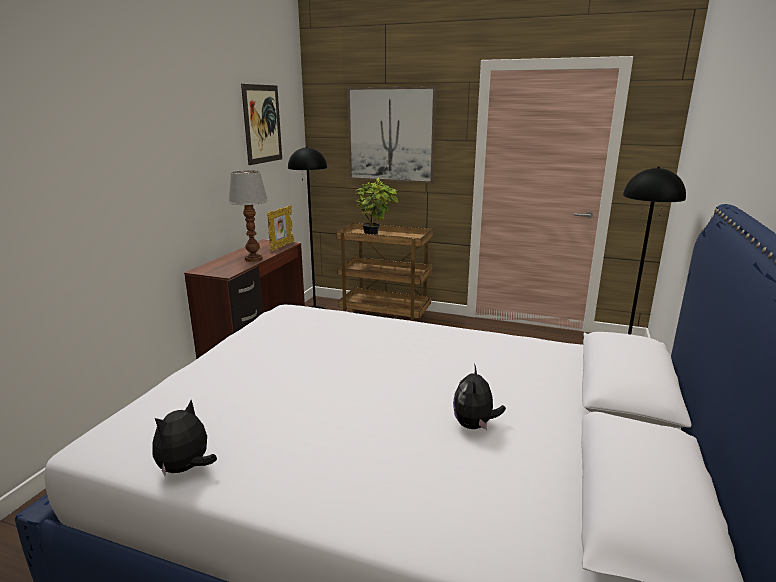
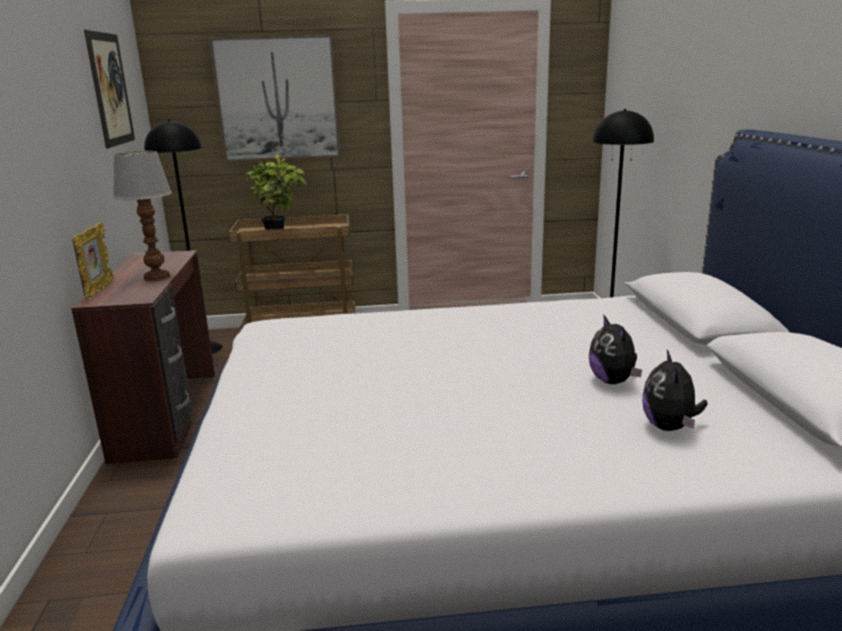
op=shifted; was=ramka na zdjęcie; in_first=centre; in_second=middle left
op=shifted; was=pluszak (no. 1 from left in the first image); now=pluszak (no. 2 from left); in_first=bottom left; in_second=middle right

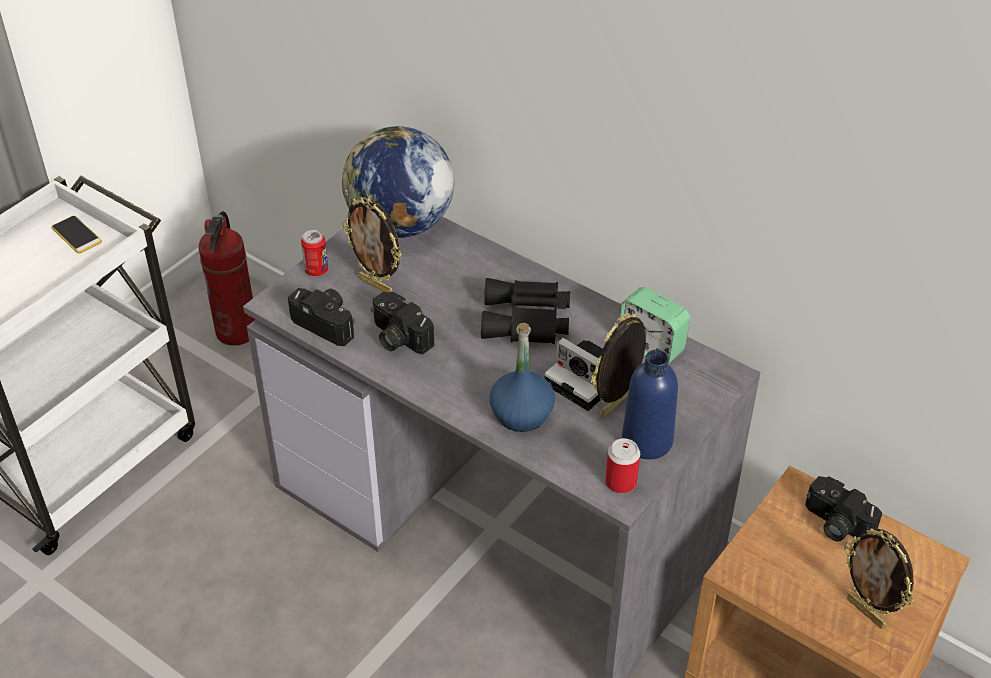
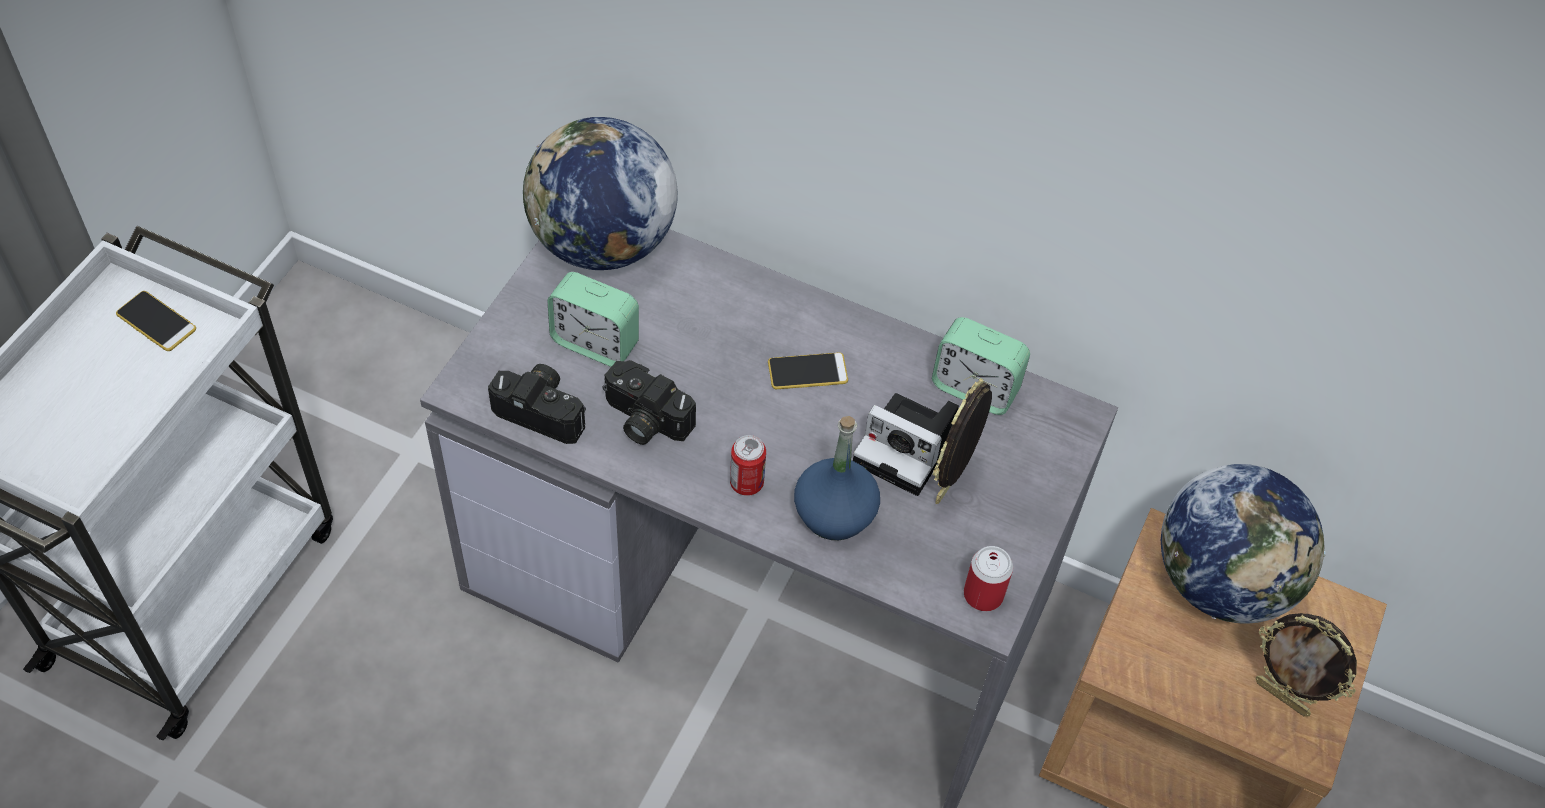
op=swapped; was=ramka na zdjęcie (no. 1 from left); now=budzik (no. 1 from left); in_first=centre; in_second=centre
op=gone; was=gaśnica; in_first=middle left
op=shifted; was=puszka (no. 1 from left); in_first=middle left; in_second=centre
op=swapped; was=lornetka (czarny); now=telefon (no. 2 from left); in_first=centre; in_second=centre
op=gone; was=butelka (niebieski) (no. 2 from left); in_first=centre
op=swapped; was=aparat fotograficzny (no. 4 from left); now=globus (no. 2 from left); in_first=bottom right; in_second=bottom right

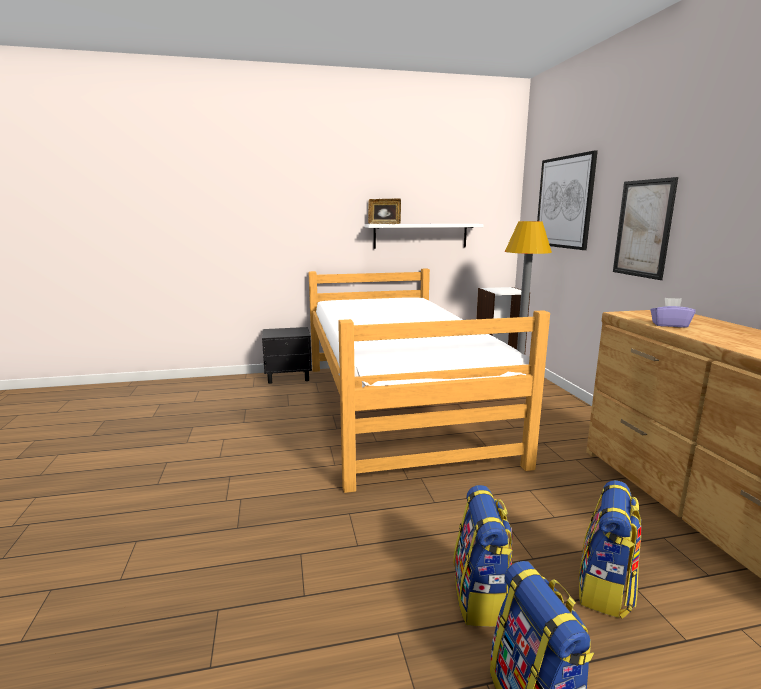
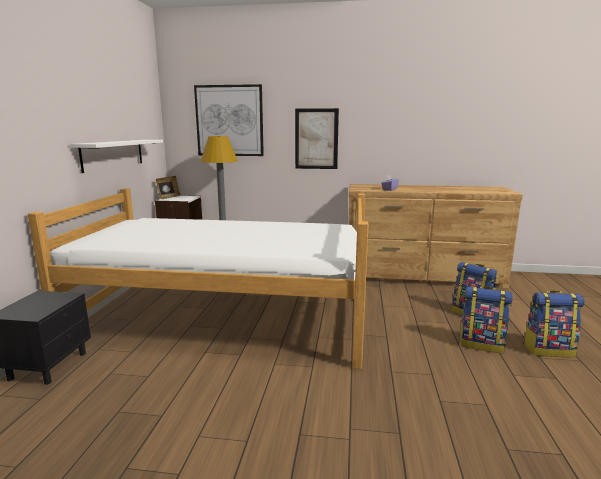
op=shifted; was=ramka na zdjęcie; in_first=top centre; in_second=middle left

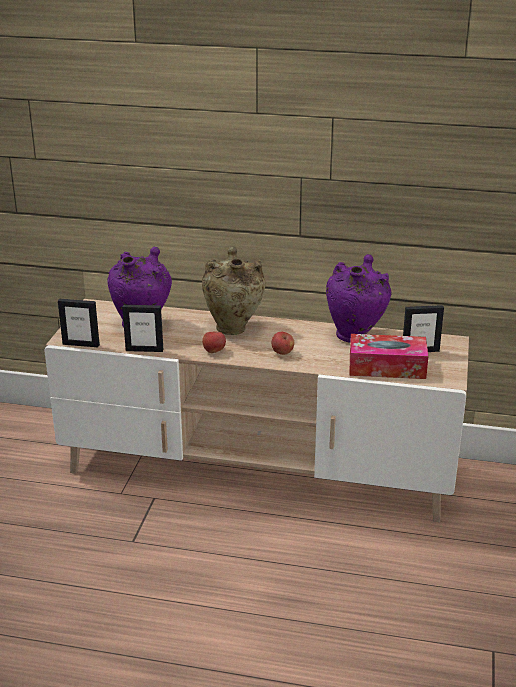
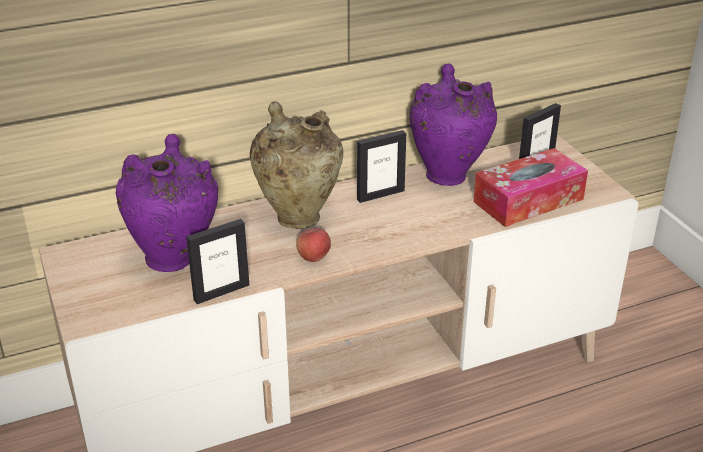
op=shifted; was=ramka na zdjęcie (no. 1 from left in the first image); now=ramka na zdjęcie (no. 2 from left); in_first=middle left; in_second=centre
op=gone; was=jabłko (no. 2 from left); in_first=centre

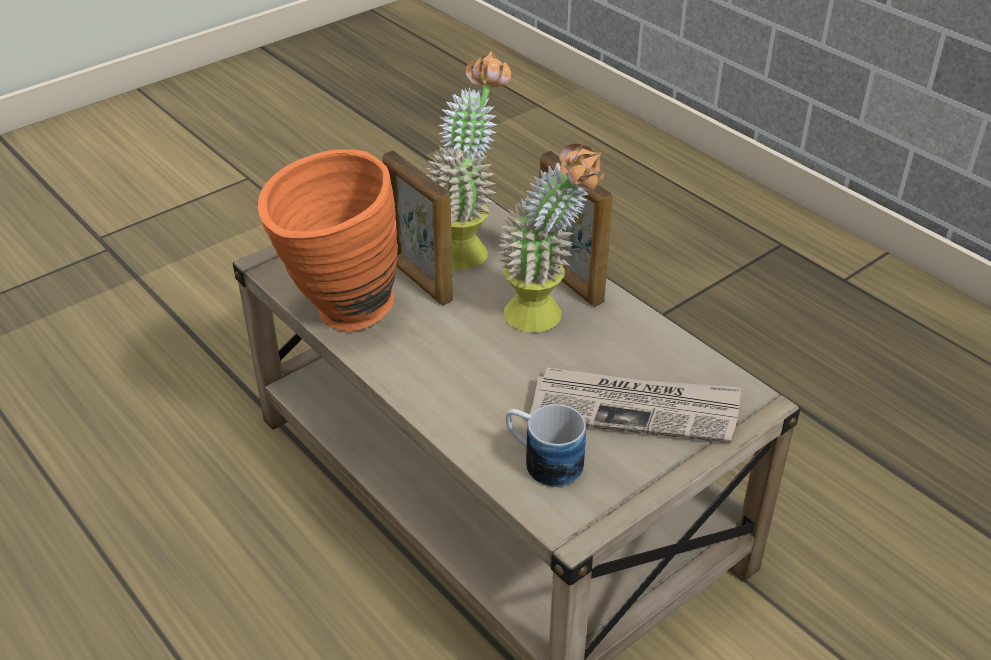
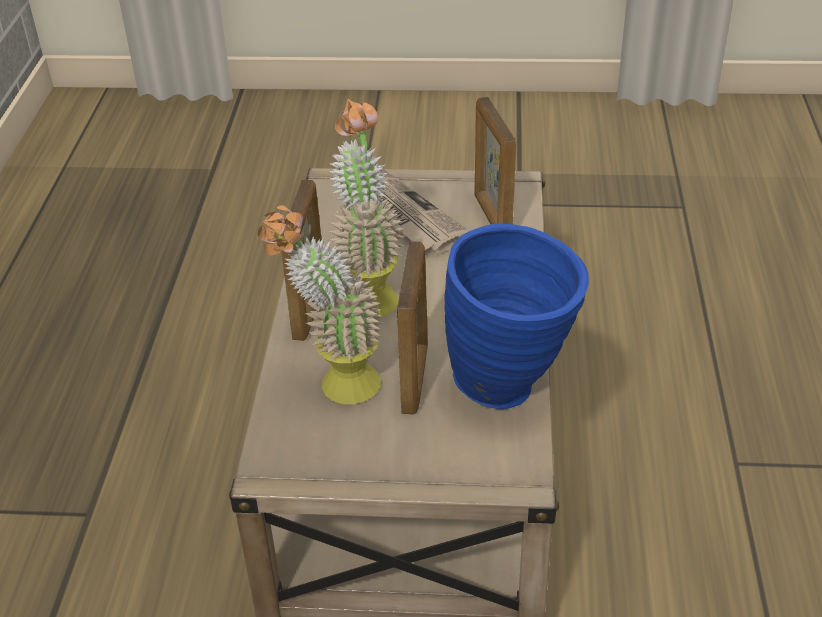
op=repainted; was=wazon (pomarańczowy); now=wazon (niebieski); in_first=middle left; in_second=centre
op=swapped; was=kubek; now=ramka na zdjęcie (no. 3 from left); in_first=bottom centre; in_second=top centre

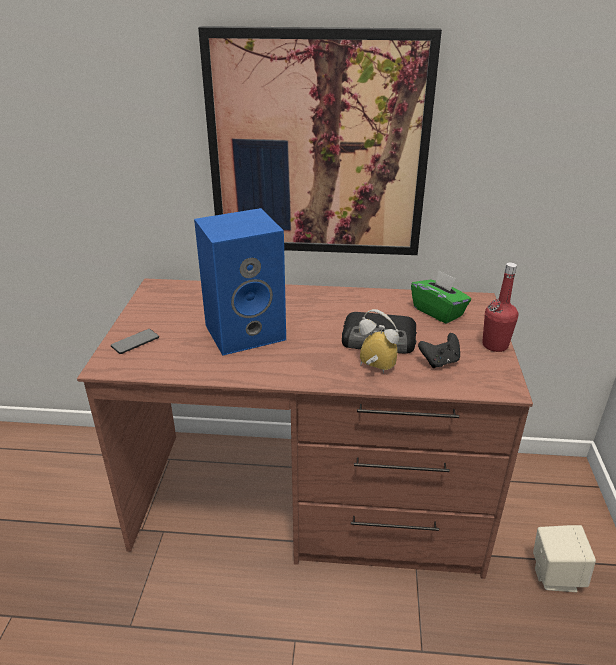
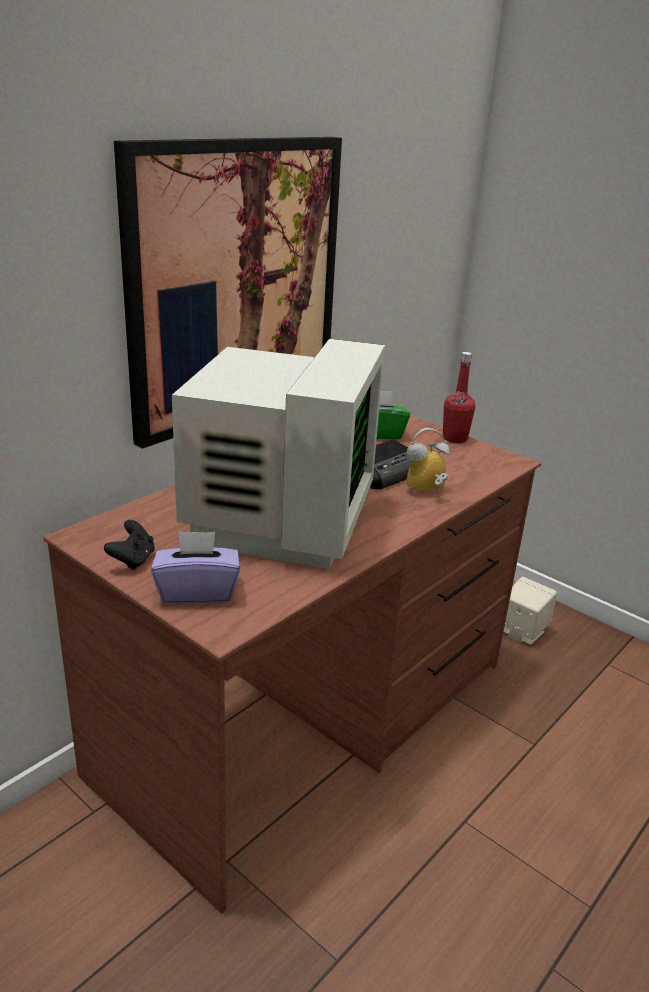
op=swapped; was=głośnik (niebieski); now=monitor; in_first=centre; in_second=centre
op=swapped; was=telefon; now=pudełko chusteczek (fioletowy); in_first=middle left; in_second=middle left
op=shifted; was=pad do gier (czarny); in_first=middle right; in_second=middle left

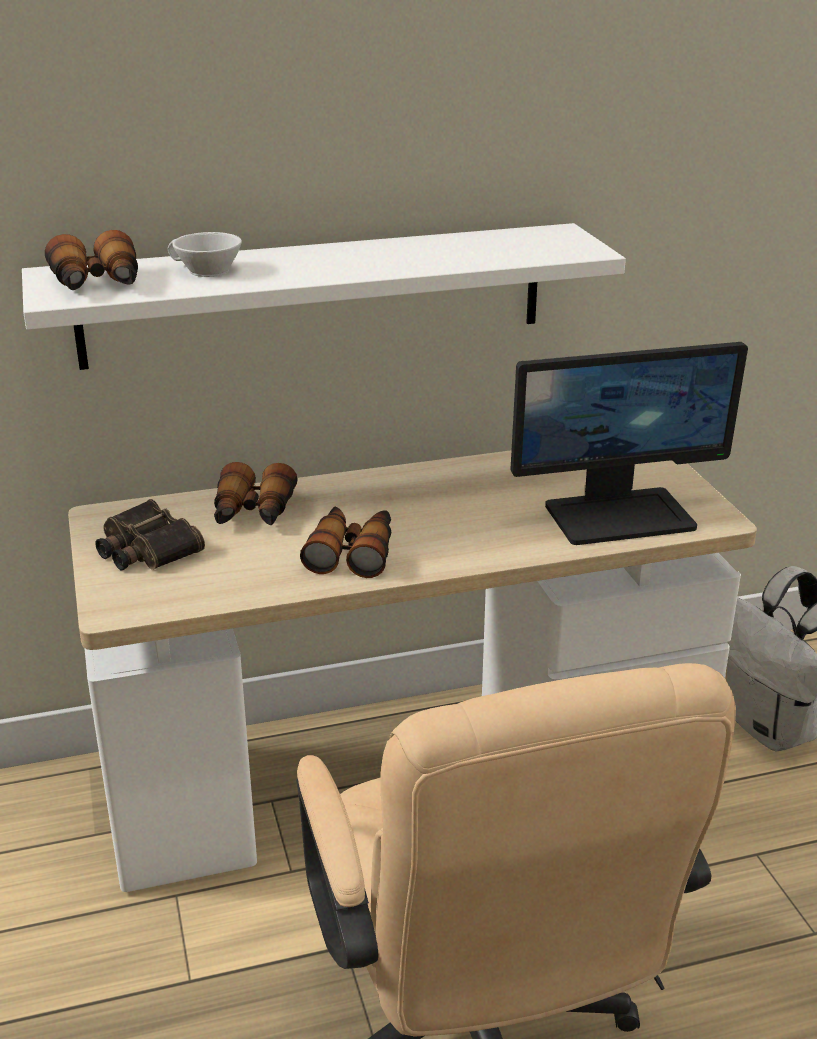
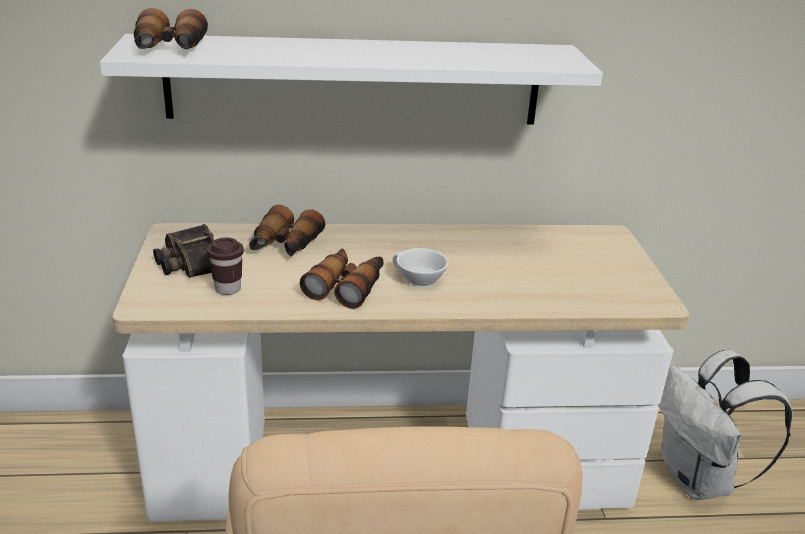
op=shifted; was=filiżanka (biały); in_first=top left; in_second=centre
op=gone; was=monitor; in_first=middle right
op=new; now=filiżanka (brązowy); in_second=middle left

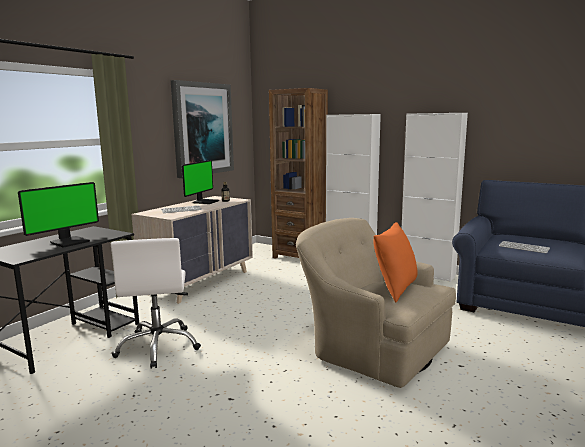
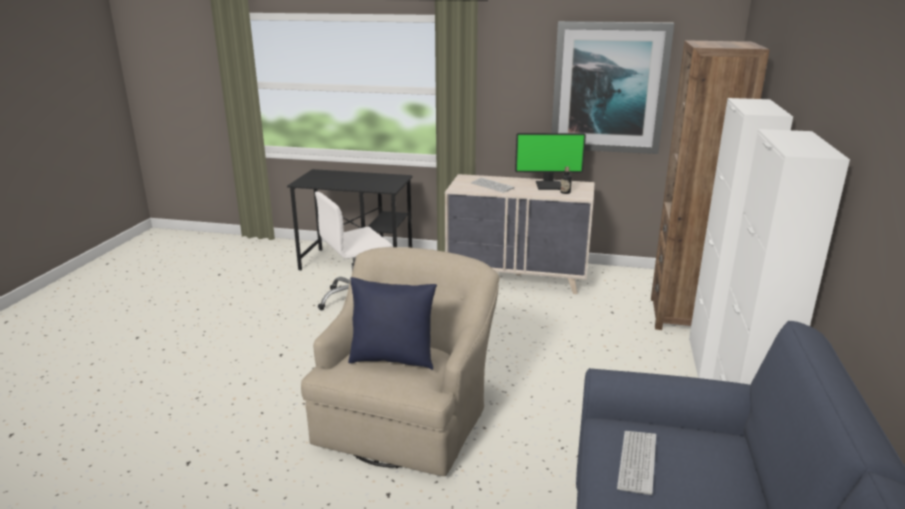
op=gone; was=monitor (no. 1 from left); in_first=middle left
op=repainted; was=poduszka (pomarańczowy); now=poduszka (niebieski); in_first=middle right; in_second=centre

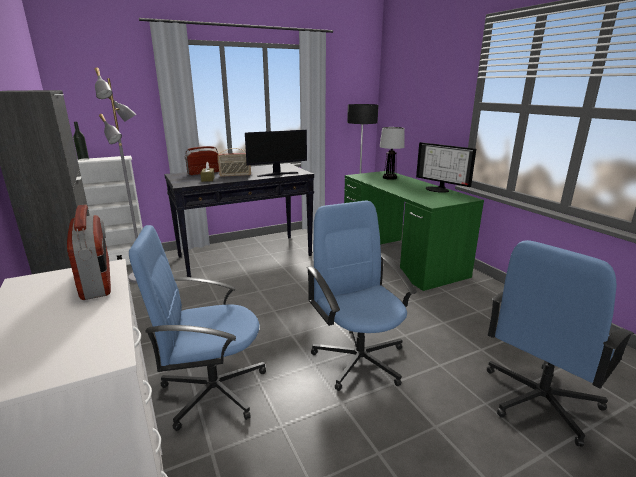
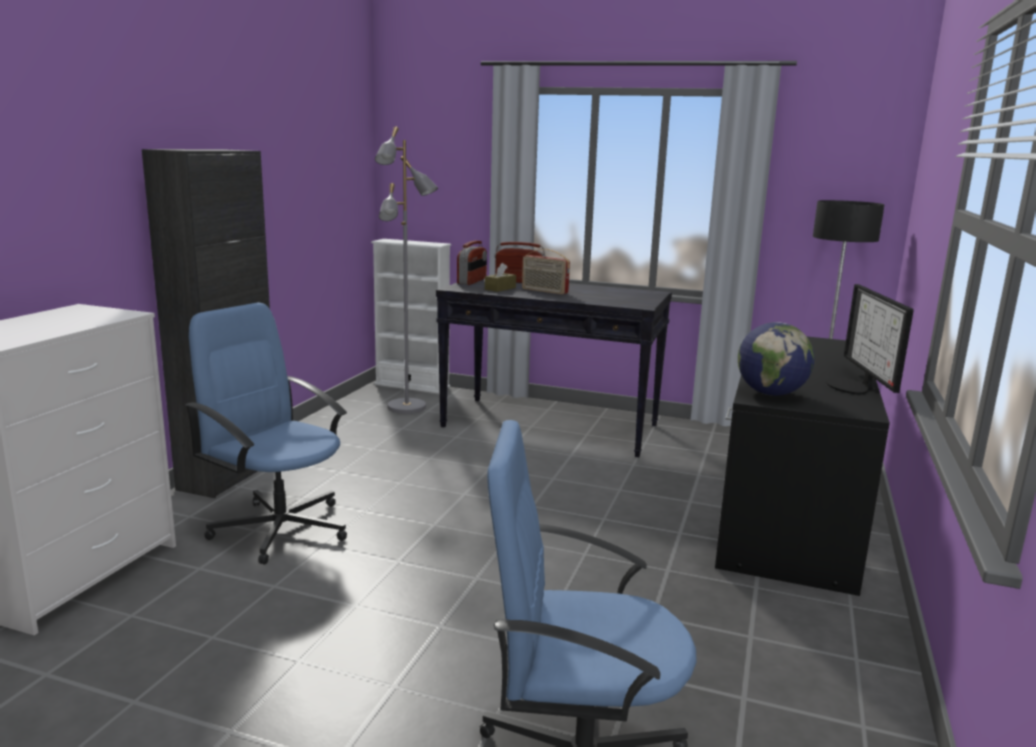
op=gone; was=butelka; in_first=top left
op=gone; was=lampa stołowa; in_first=top centre
op=gone; was=monitor (no. 1 from left); in_first=top centre
op=repainted; was=biurko (zielony); now=biurko (czarny); in_first=centre; in_second=middle right
op=gone; was=krzesło biurowe (niebieski) (no. 2 from left); in_first=centre
op=shifted; was=radio (no. 1 from left); in_first=middle left; in_second=centre
op=new; now=globus; in_second=middle right

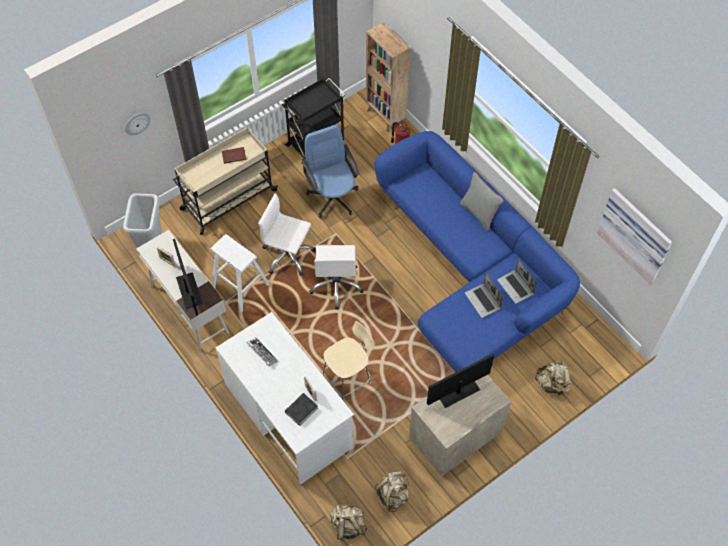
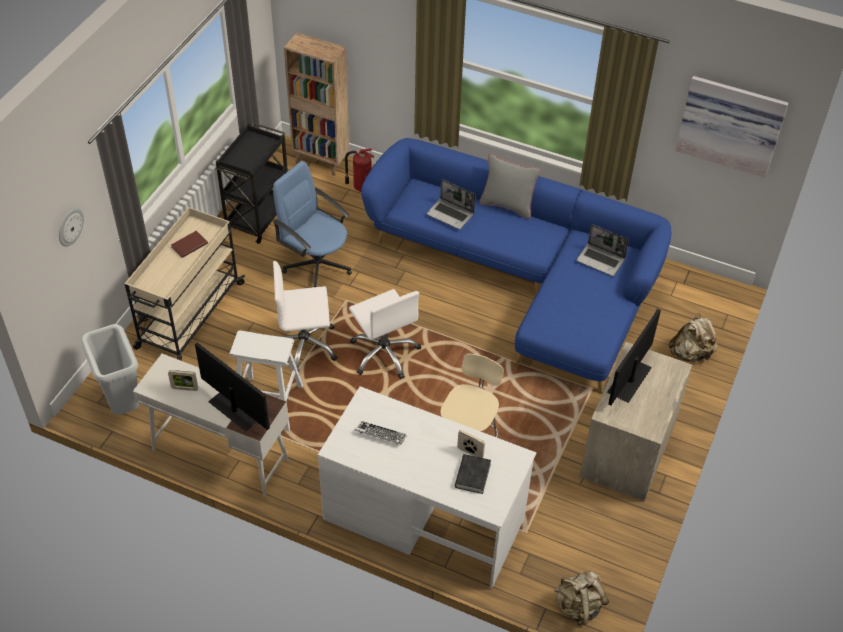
op=shifted; was=laptop (no. 1 from left); in_first=centre; in_second=top centre
op=gone; was=plecak (beżowy) (no. 2 from left); in_first=bottom centre

